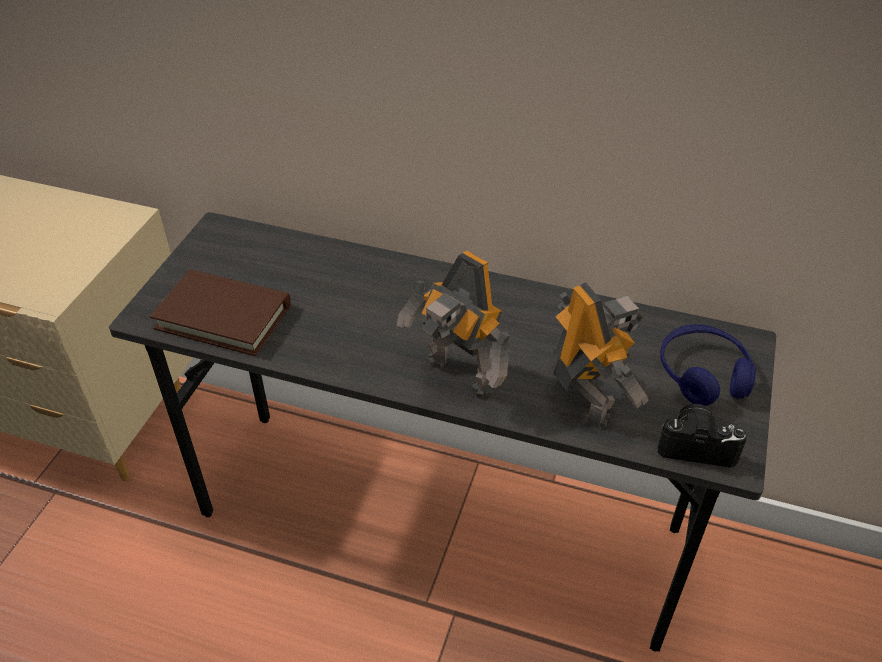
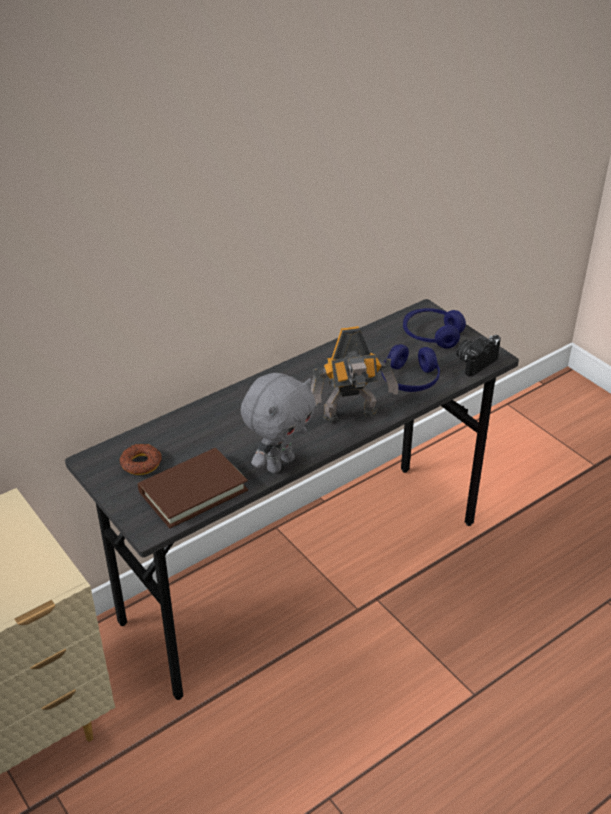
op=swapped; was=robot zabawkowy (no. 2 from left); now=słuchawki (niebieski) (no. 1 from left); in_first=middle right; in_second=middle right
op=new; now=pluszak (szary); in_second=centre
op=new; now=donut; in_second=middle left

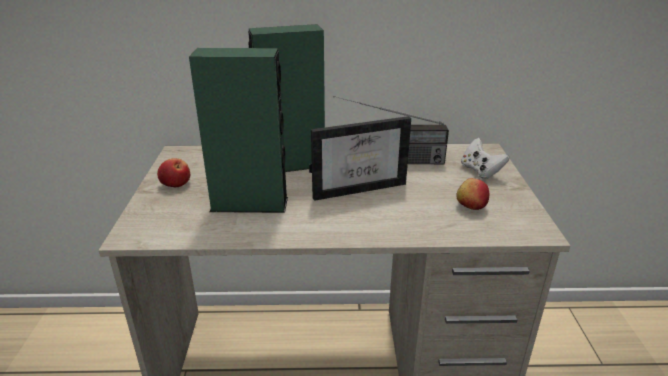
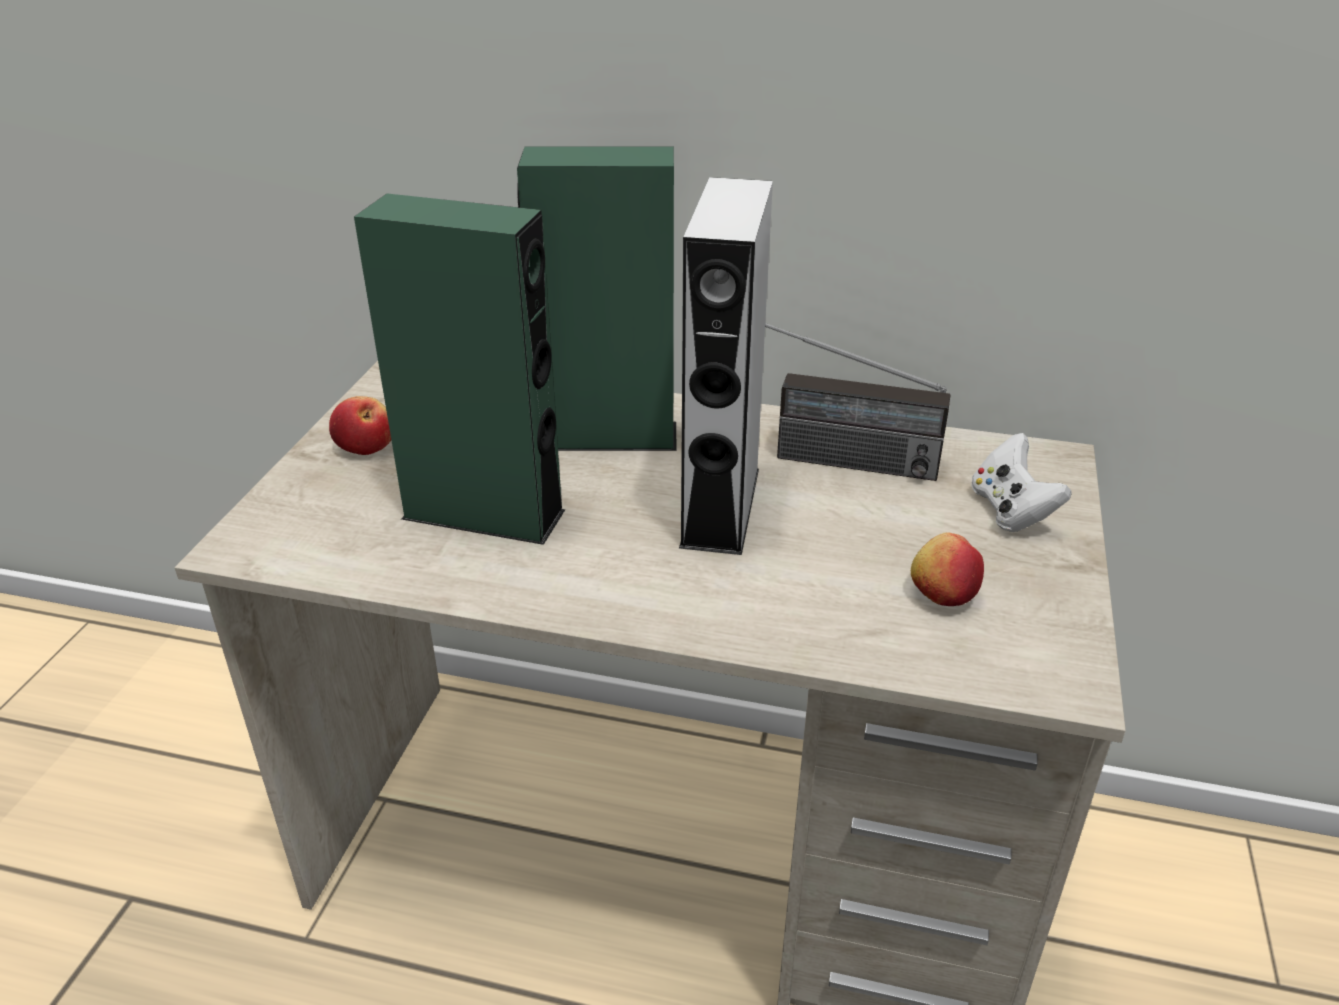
op=swapped; was=ramka na zdjęcie; now=głośnik (szary); in_first=centre; in_second=centre

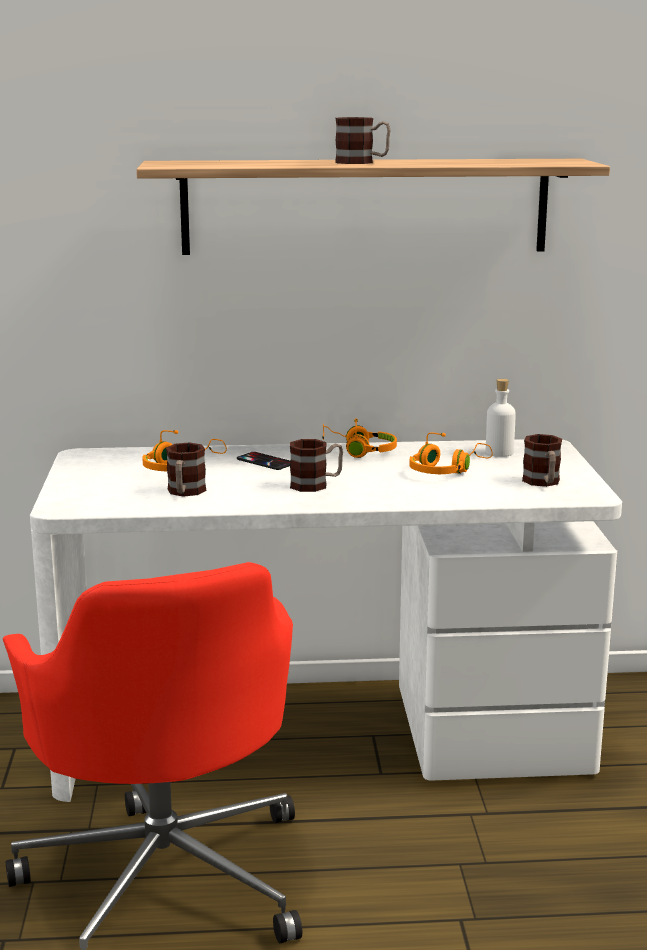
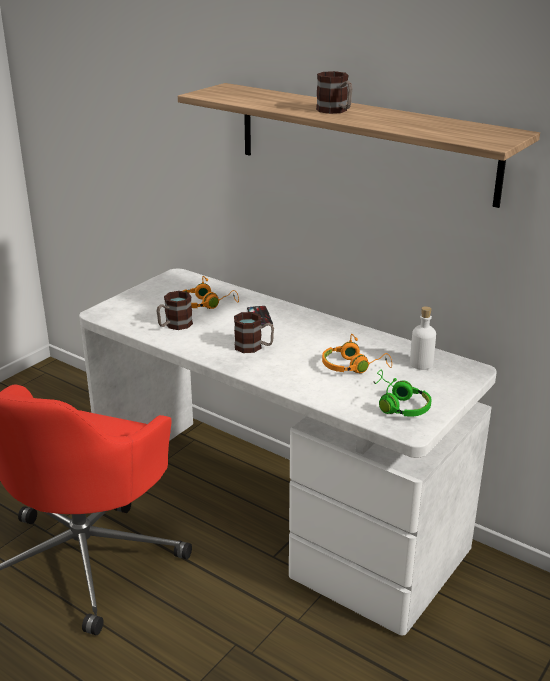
op=gone; was=słuchawki (pomarańczowy) (no. 2 from left); in_first=centre
op=swapped; was=kubek (no. 4 from left); now=słuchawki (zielony); in_first=middle right; in_second=middle right

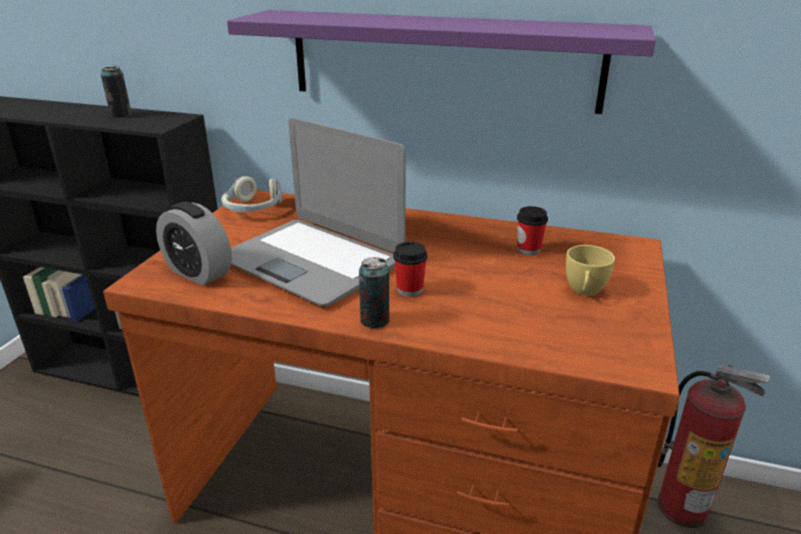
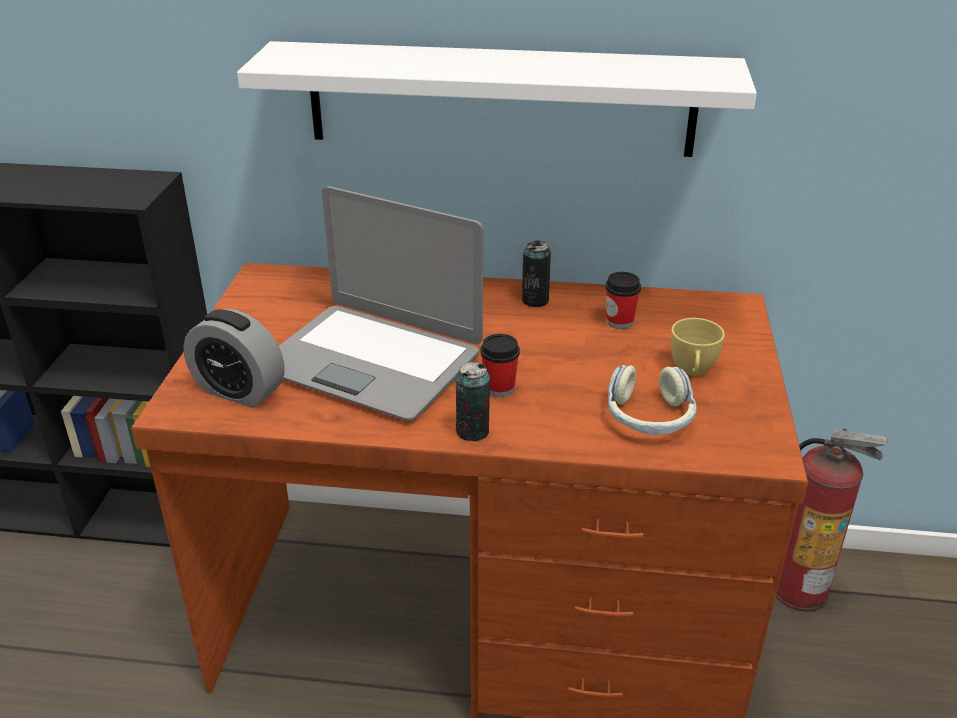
op=repainted; was=półka (fioletowy); now=półka (biały); in_first=top centre; in_second=top centre
op=shifted; was=puszka (no. 1 from left in the first image); now=puszka (no. 2 from left); in_first=top left; in_second=centre
op=shifted; was=słuchawki; in_first=middle left; in_second=middle right

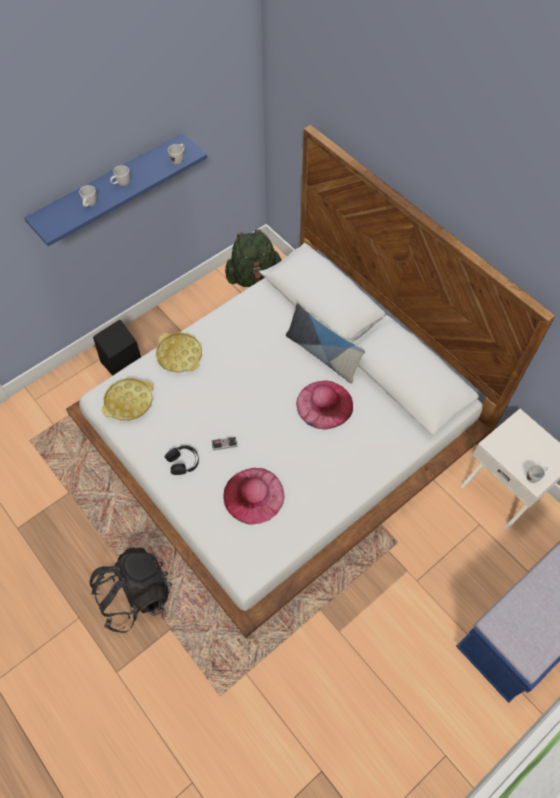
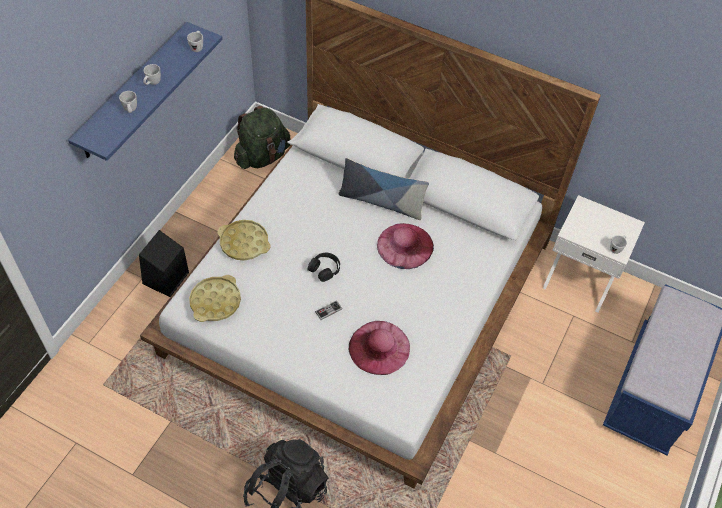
op=shifted; was=słuchawki (czarny); in_first=middle left; in_second=centre

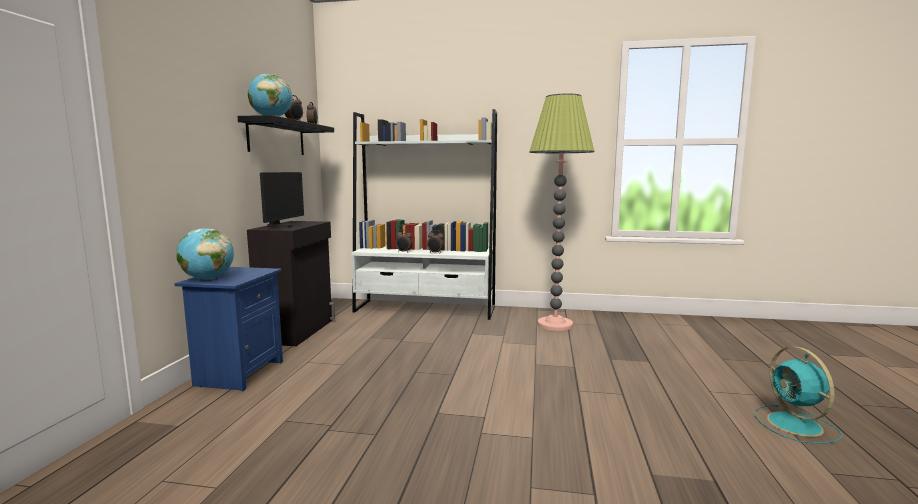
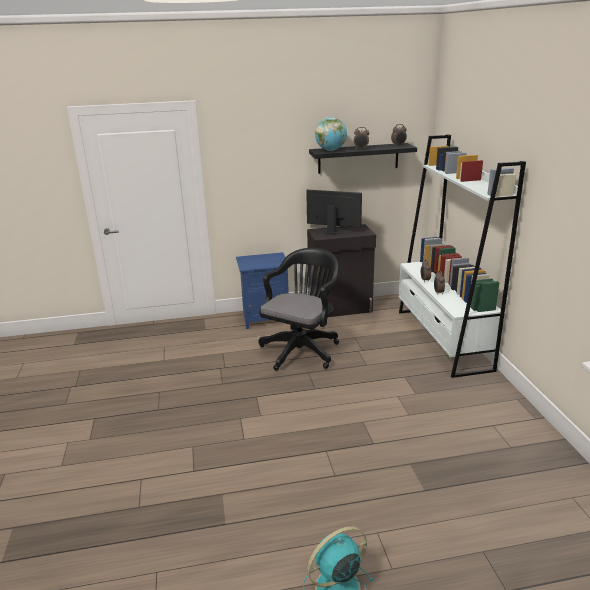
op=gone; was=lampa stojąca; in_first=centre
op=rotated; was=monitor; in_first=middle left; in_second=centre; clockwise=-150
op=gone; was=globus (no. 1 from left); in_first=middle left
op=new; now=krzesło biurowe (czarny); in_second=centre

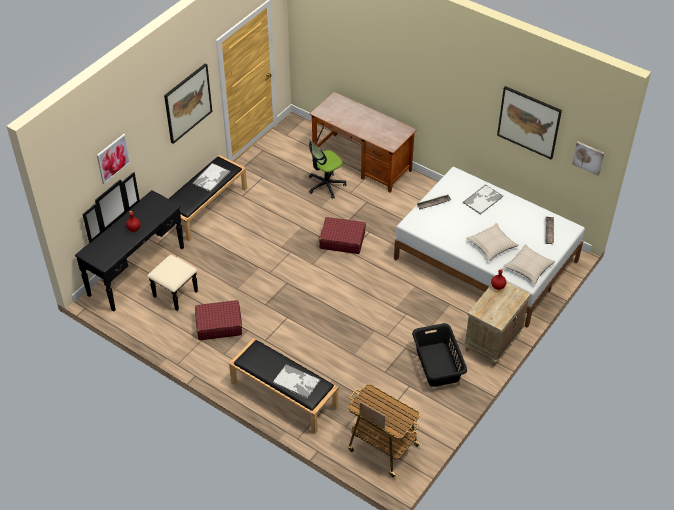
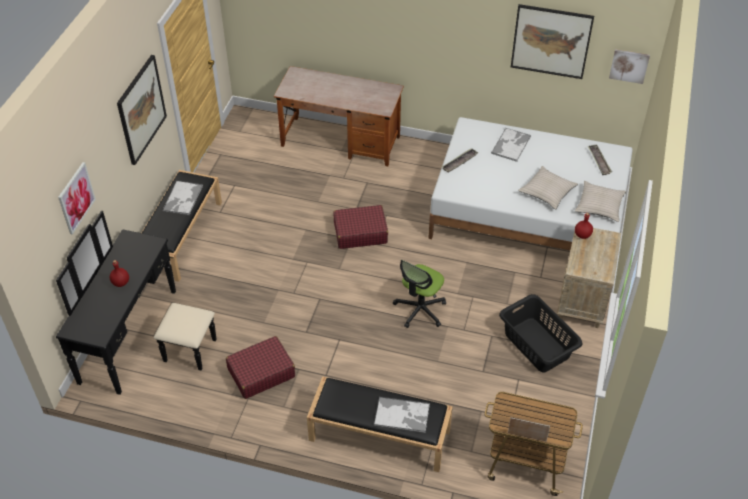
op=shifted; was=krzesło biurowe; in_first=top centre; in_second=centre

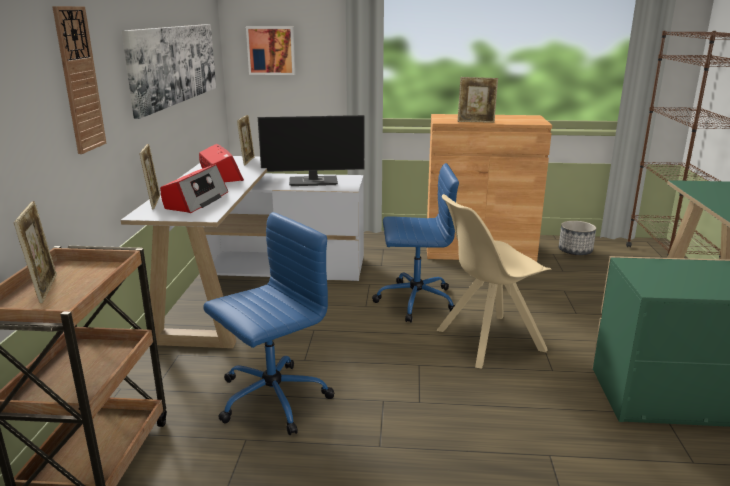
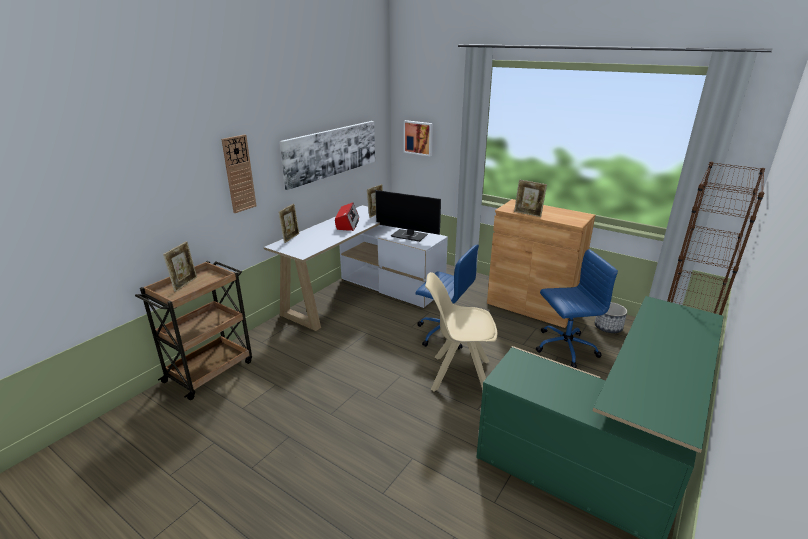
op=gone; was=radio (no. 1 from left); in_first=middle left
op=shifted; was=krzesło biurowe (niebieski) (no. 1 from left in the first image); now=krzesło biurowe (niebieski) (no. 2 from left); in_first=centre; in_second=middle right

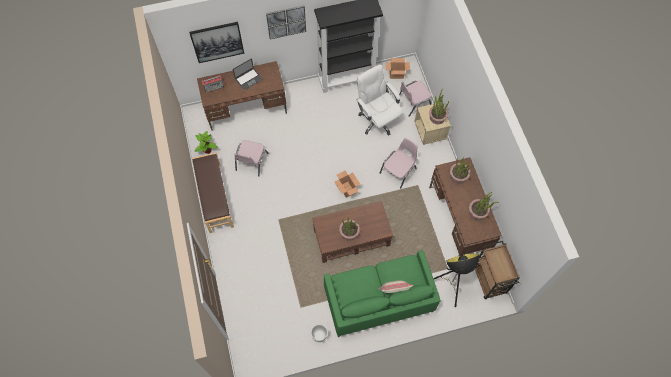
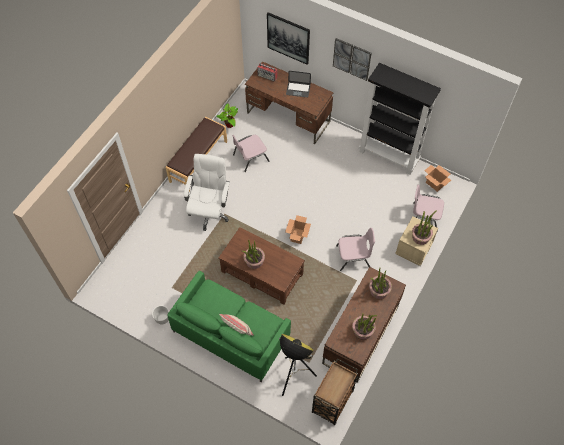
op=shifted; was=krzesło biurowe (biały); in_first=top centre; in_second=centre

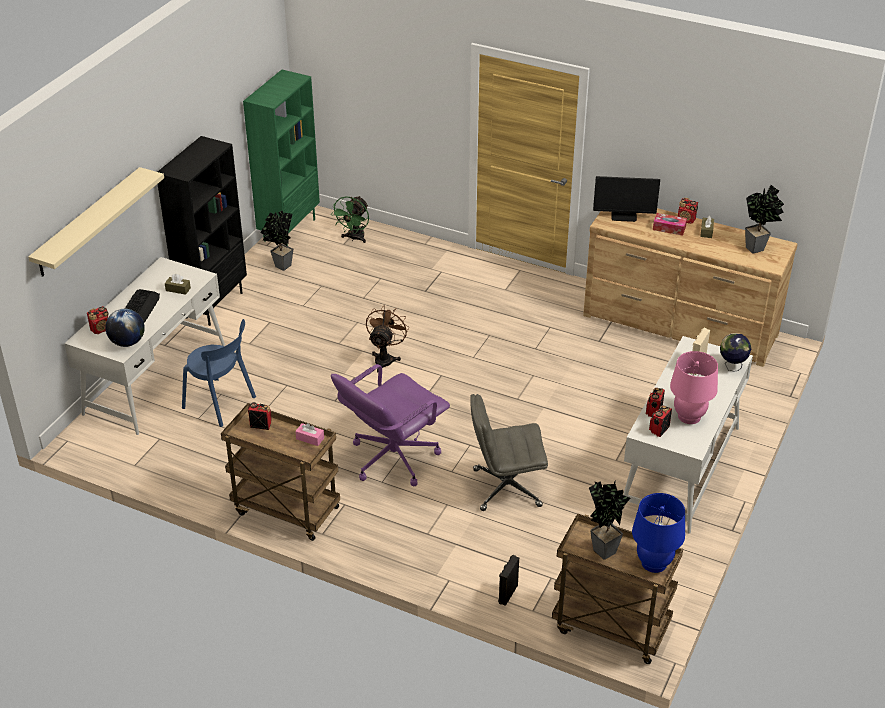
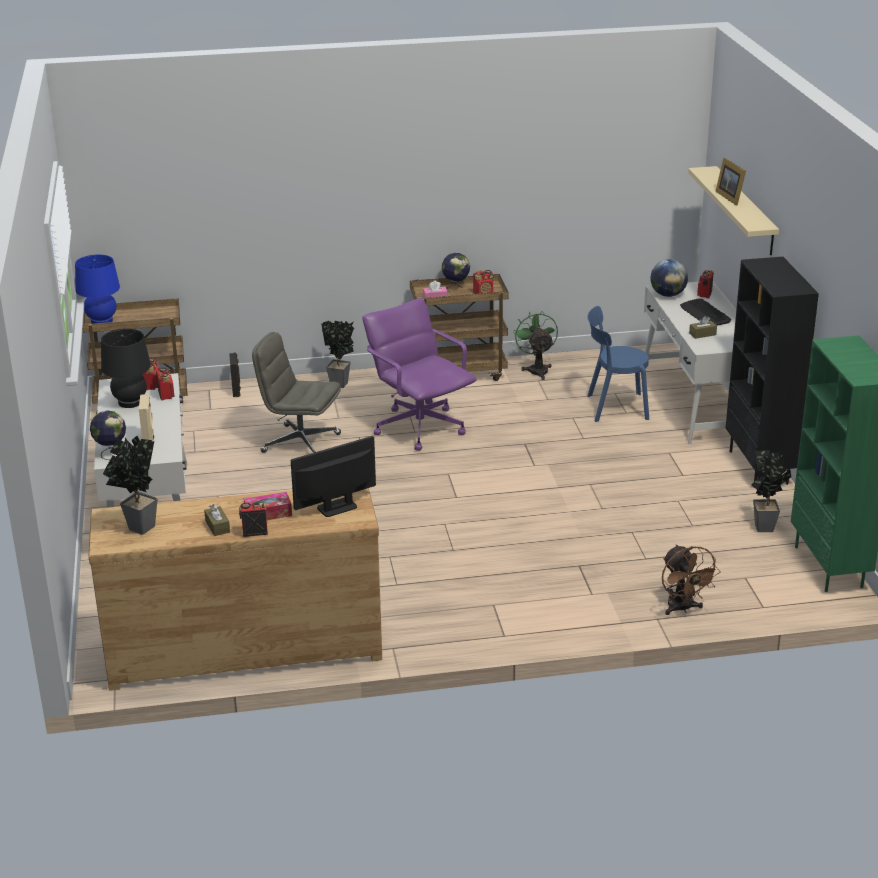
op=shifted; was=wentylator (zielony); in_first=top centre; in_second=centre
op=shifted; was=wentylator (brązowy); in_first=centre; in_second=middle right
op=repainted; was=lampa stołowa (różowy); now=lampa stołowa (czarny); in_first=middle right; in_second=middle left
op=rotated; was=krzesło biurowe (fioletowy); in_first=centre; in_second=centre; clockwise=-45
op=rotated; was=krzesło biurowe (szary); in_first=centre; in_second=centre; clockwise=-120
op=shifted; was=roślina doniczkowa (no. 2 from left); in_first=bottom right; in_second=centre
op=new; now=ramka na zdjęcie; in_second=top right
op=new; now=globus (no. 2 from left); in_second=top centre

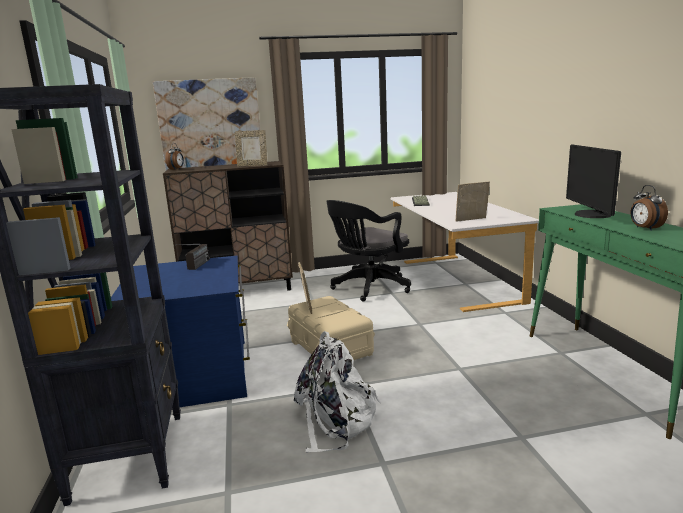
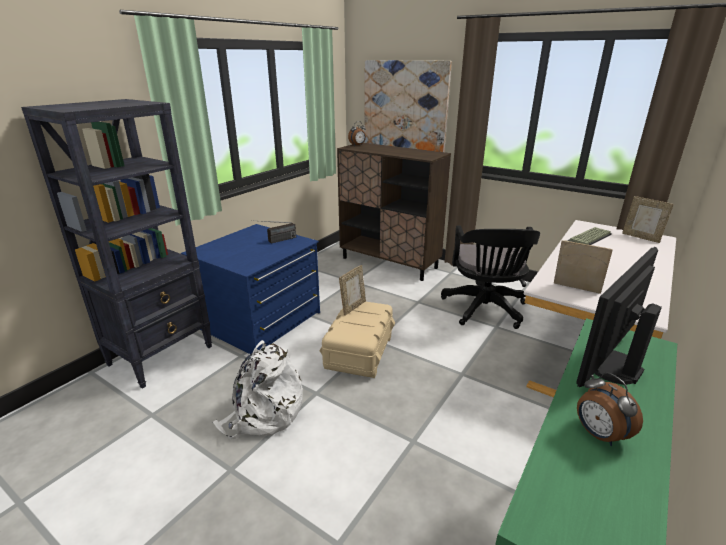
op=shifted; was=ramka na zdjęcie (no. 1 from left in the first image); now=ramka na zdjęcie (no. 3 from left); in_first=top centre; in_second=middle right
op=rotated; was=budzik (no. 2 from left); in_first=middle right; in_second=bottom right; clockwise=-60
op=rotated; was=krzesło biurowe (czarny); in_first=centre; in_second=middle right; clockwise=-90

